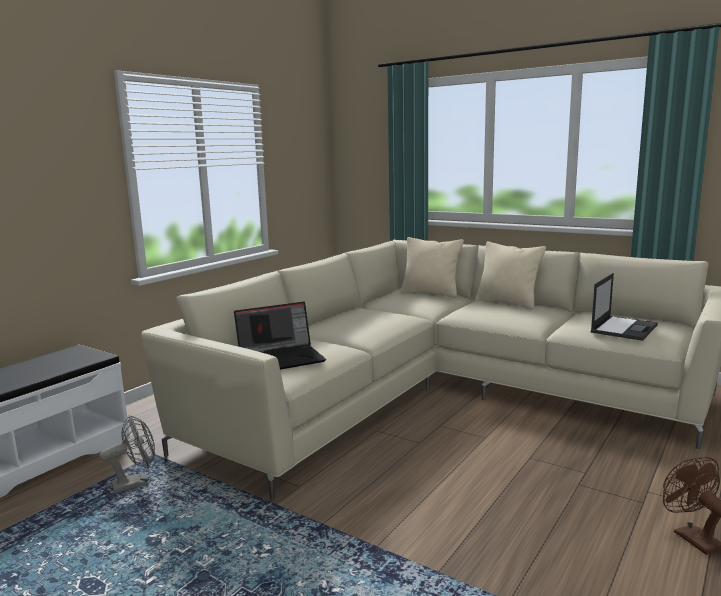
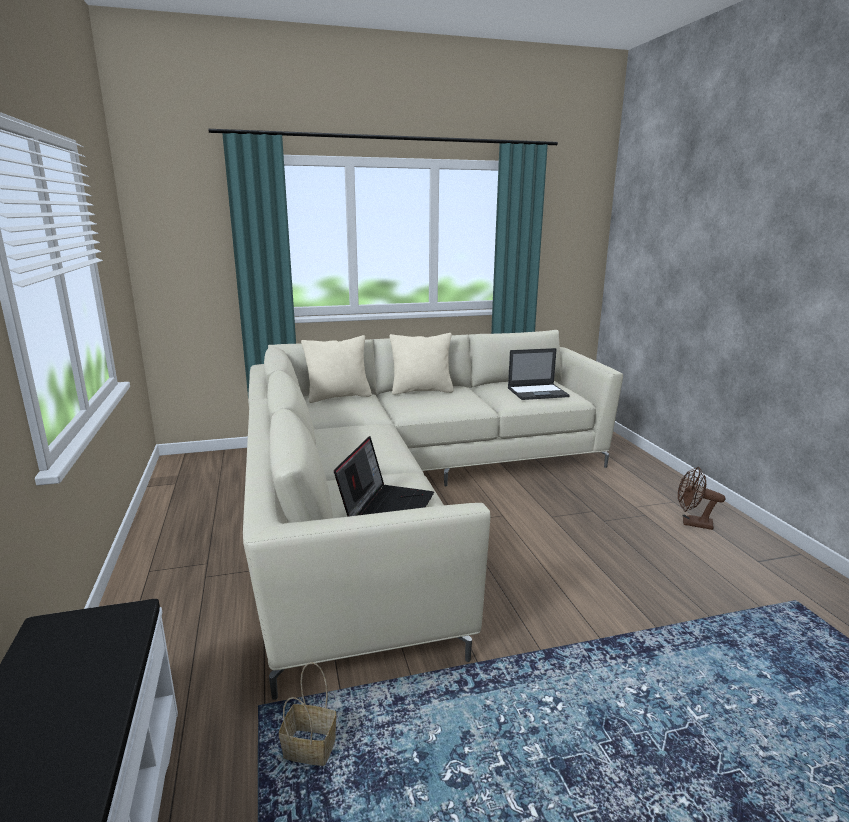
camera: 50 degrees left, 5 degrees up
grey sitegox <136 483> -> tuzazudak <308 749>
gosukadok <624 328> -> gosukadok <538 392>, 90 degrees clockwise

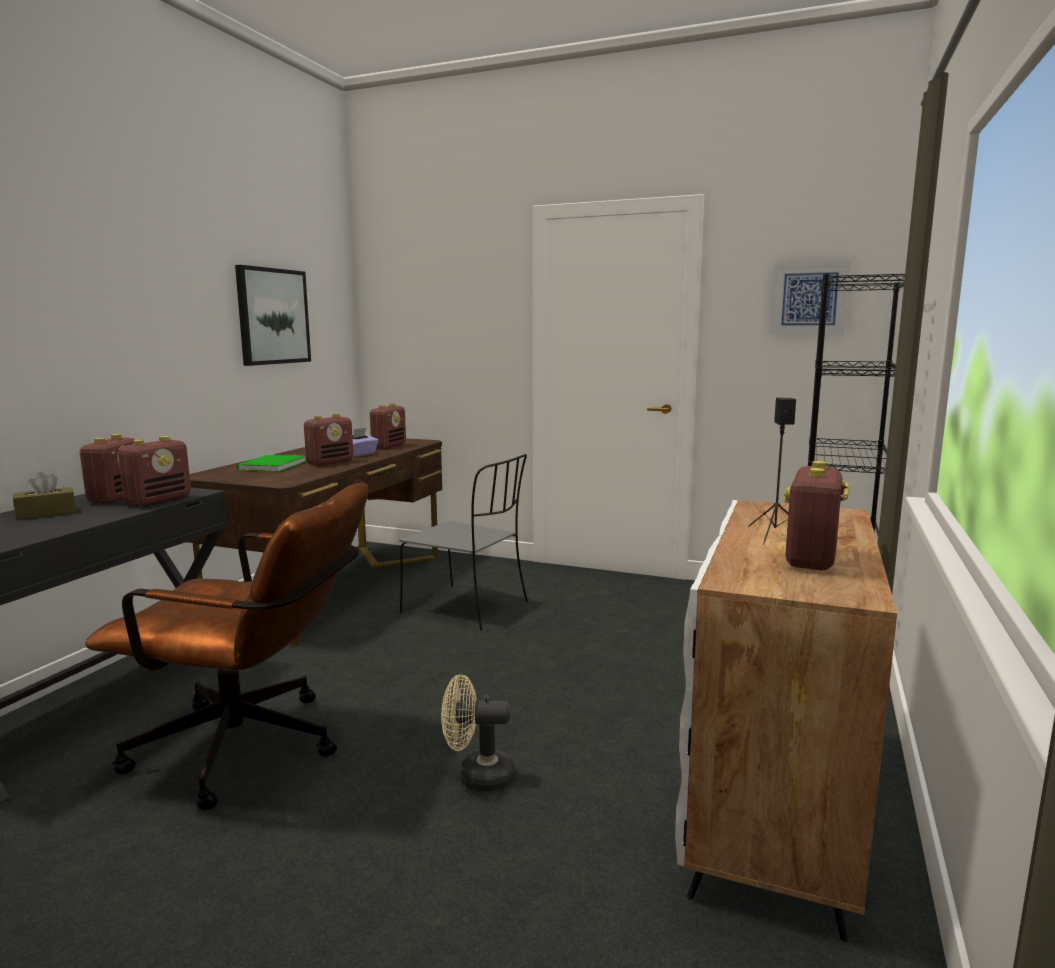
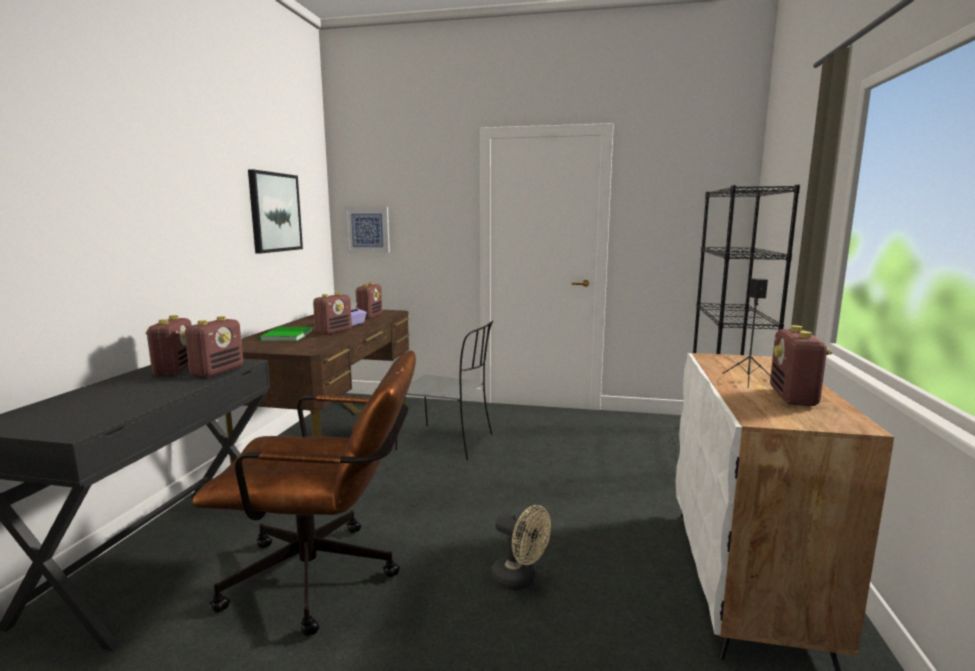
camera: 10 degrees left, 0 degrees up
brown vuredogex <46 513> -> none
beige sitegox <477 776> -> beige sitegox <520 580>, 135 degrees counterclockwise
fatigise <809 299> -> fatigise <368 230>, moved

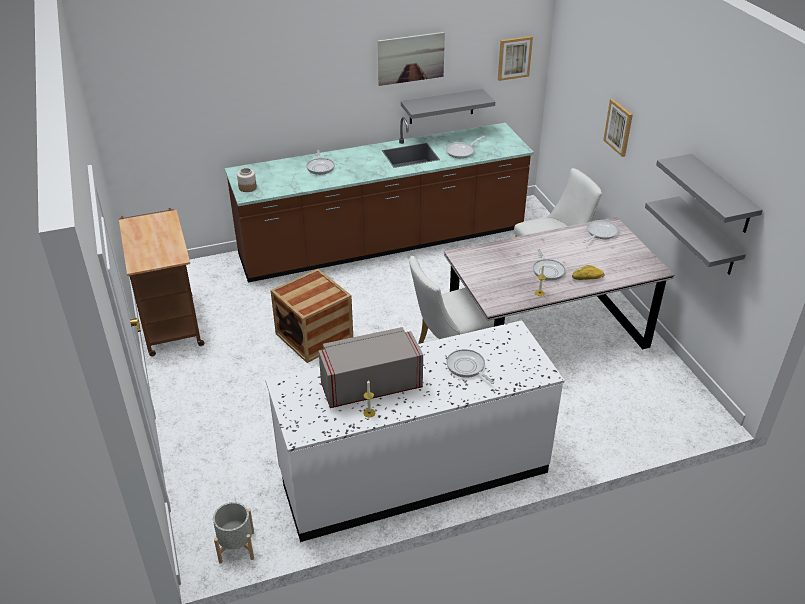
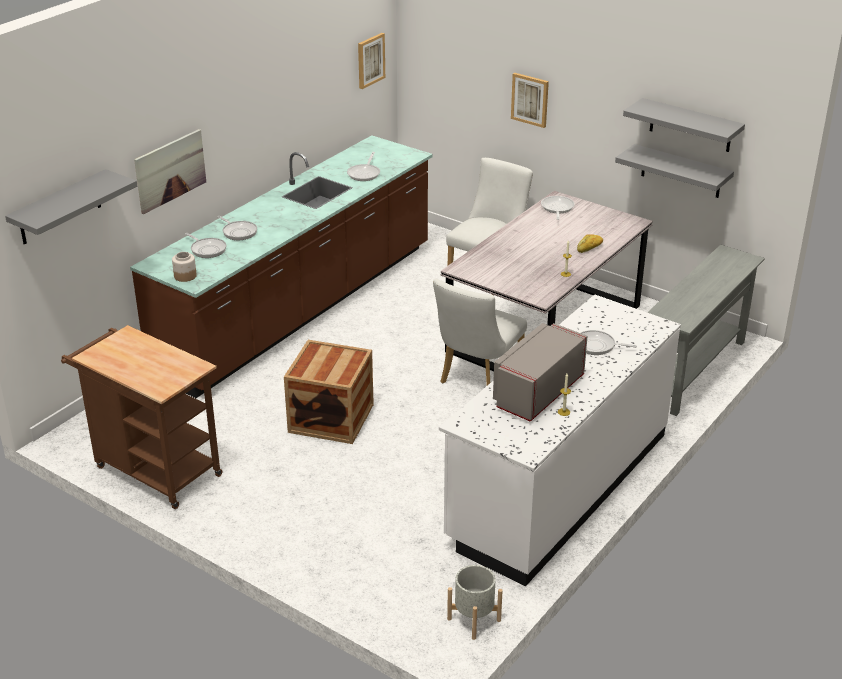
camera: 35 degrees left, 5 degrees down
fatigise <411 58> -> fatigise <170 170>, moved
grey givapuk <441 106> -> grey givapuk <59 208>, moved
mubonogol <547 270> -> mubonogol <207 249>, moved
none -> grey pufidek <694 371>

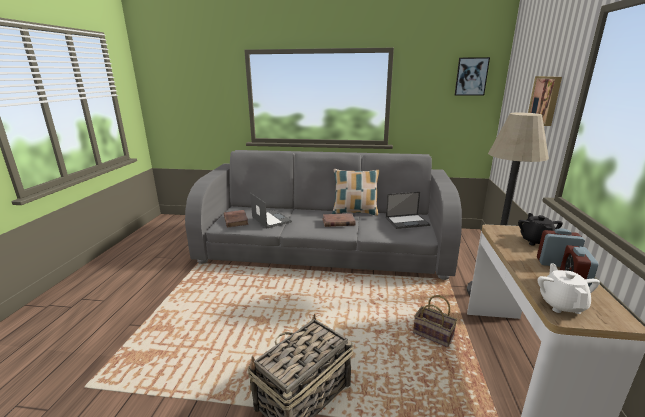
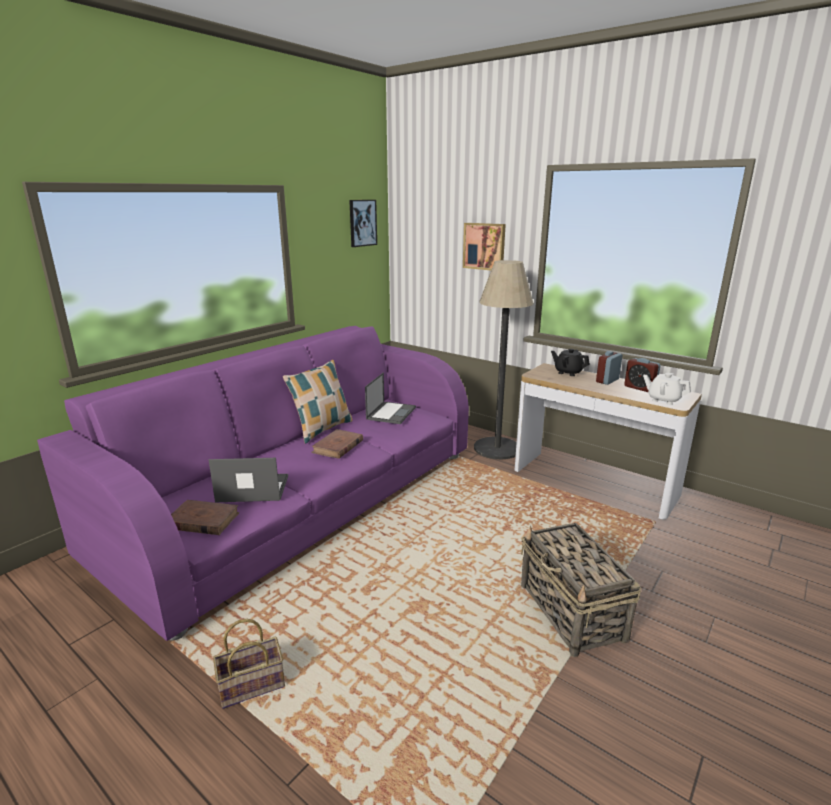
camera: 60 degrees left, 0 degrees up
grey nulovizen <324 247> -> purple nulovizen <300 500>
tuzazudak <434 335> -> tuzazudak <253 684>, moved

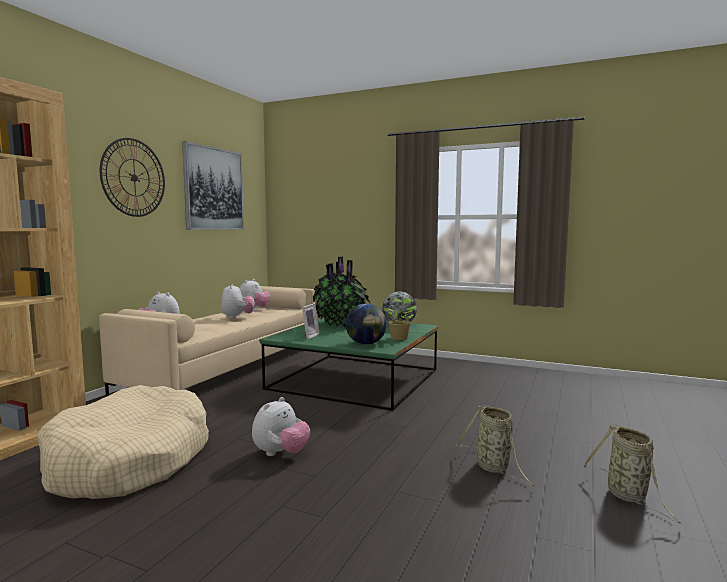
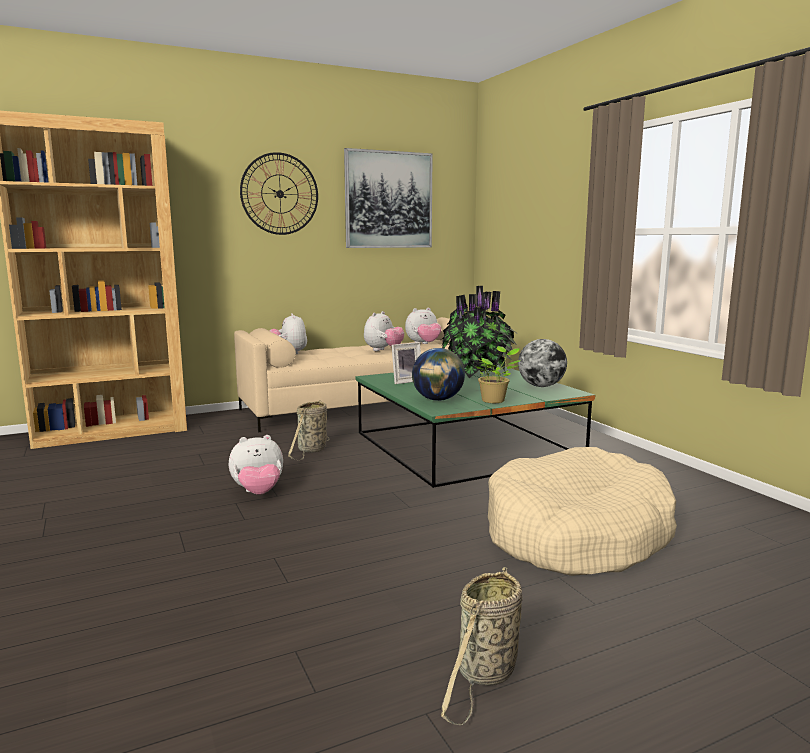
camera: 40 degrees right, 5 degrees up
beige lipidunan <129 460> -> beige lipidunan <576 534>, moved
tuzazudak <494 468> -> tuzazudak <311 450>, moved

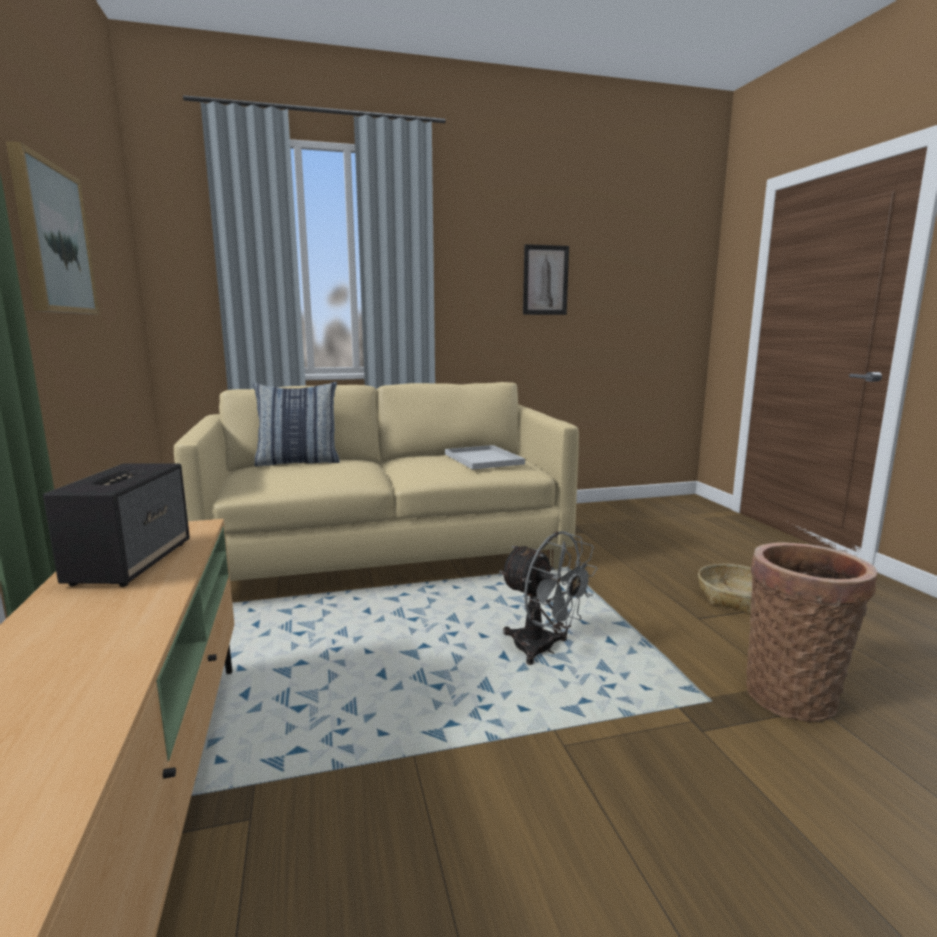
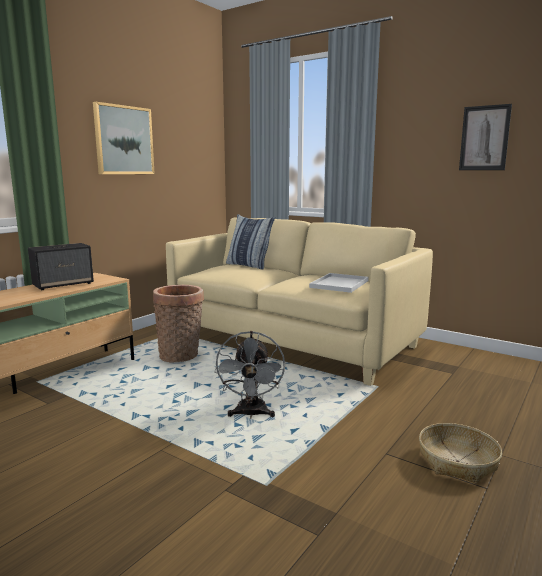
camera: 50 degrees right, 0 degrees up
tuzazudak <793 693> -> tuzazudak <181 355>, moved

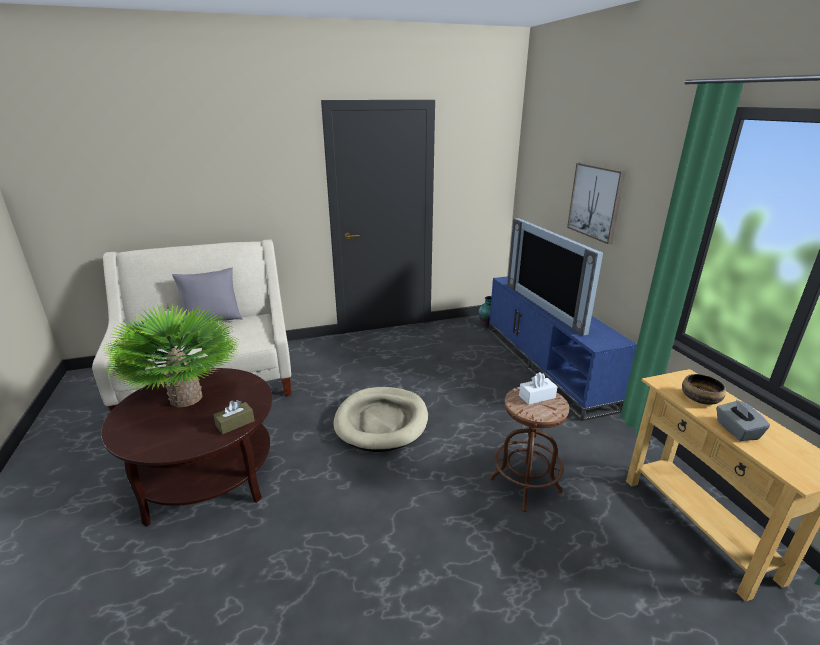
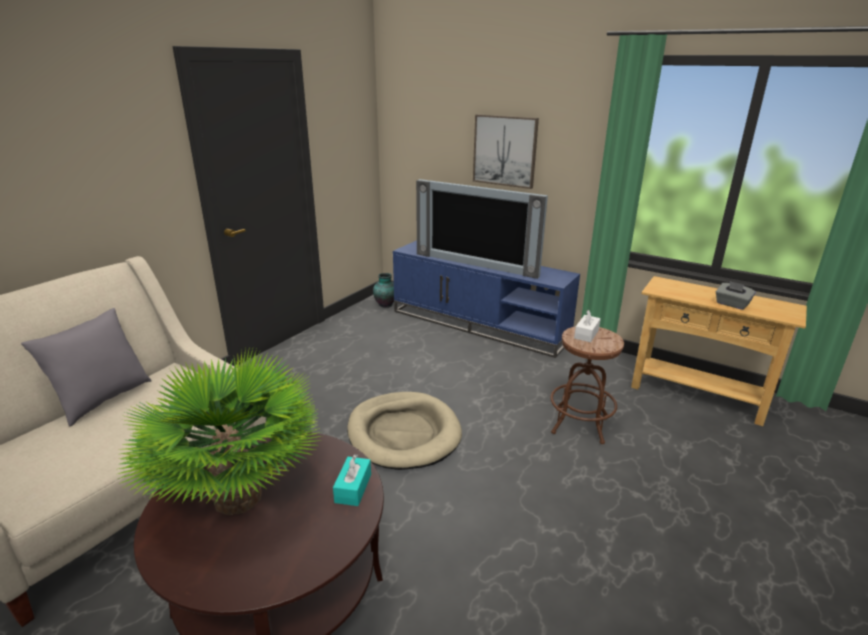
camera: 40 degrees left, 0 degrees up
brown vuredogex <235 423> -> turquoise vuredogex <353 488>
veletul <699 398> -> none

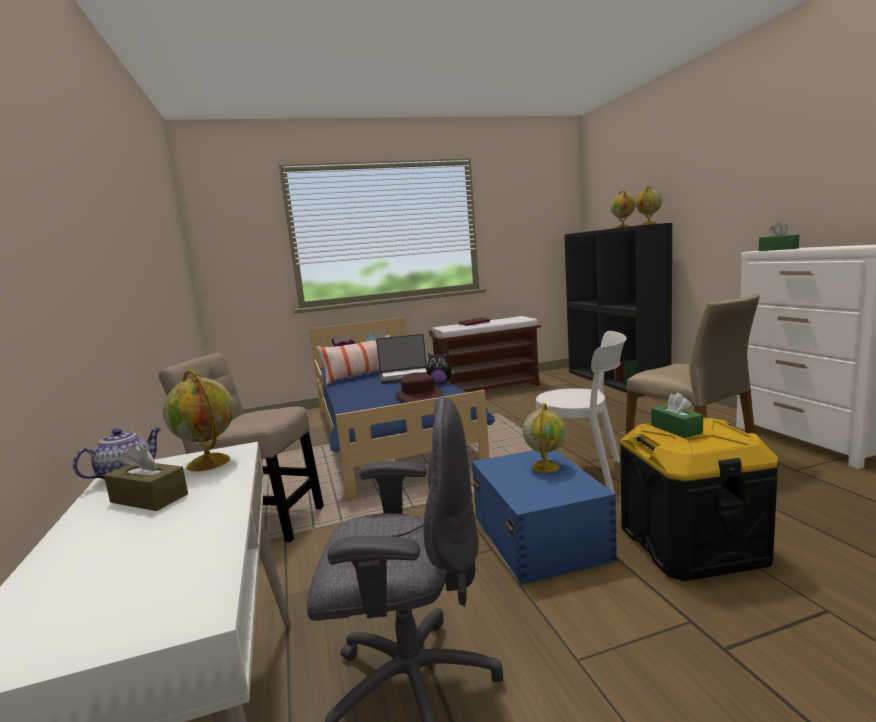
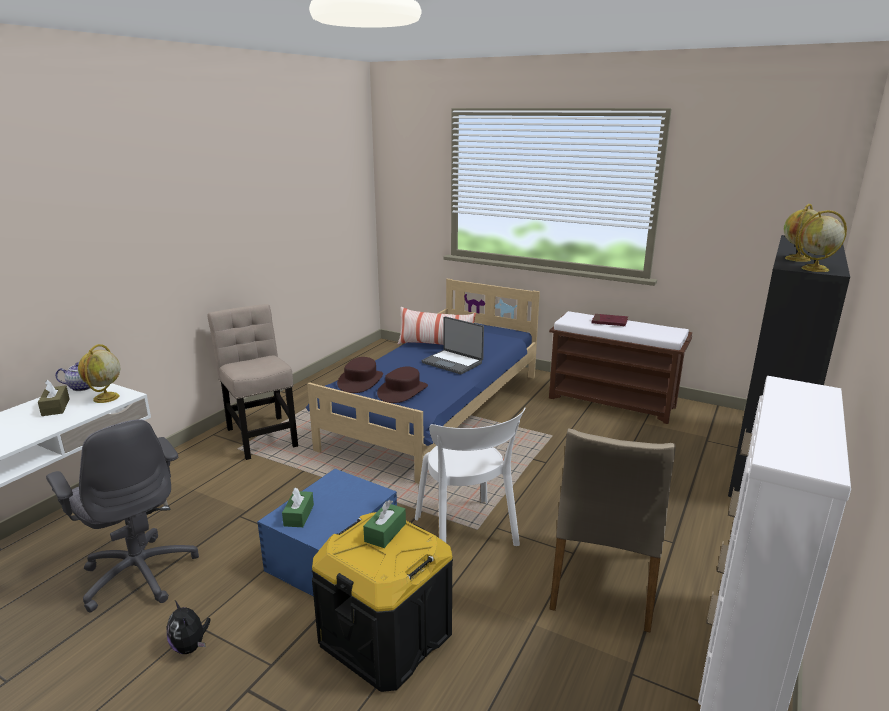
camera: 45 degrees right, 10 degrees up
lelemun <440 383> -> lelemun <191 646>, moved
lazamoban <545 466> -> none
green vuredogex <778 249> -> green vuredogex <299 515>, moved
none -> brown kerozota <361 381>

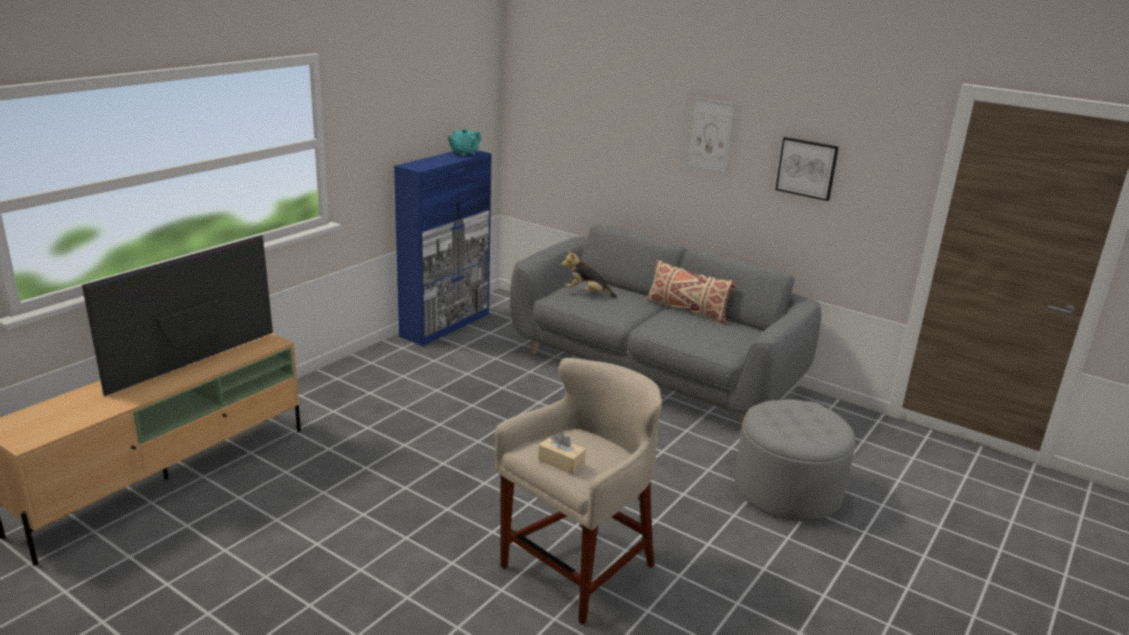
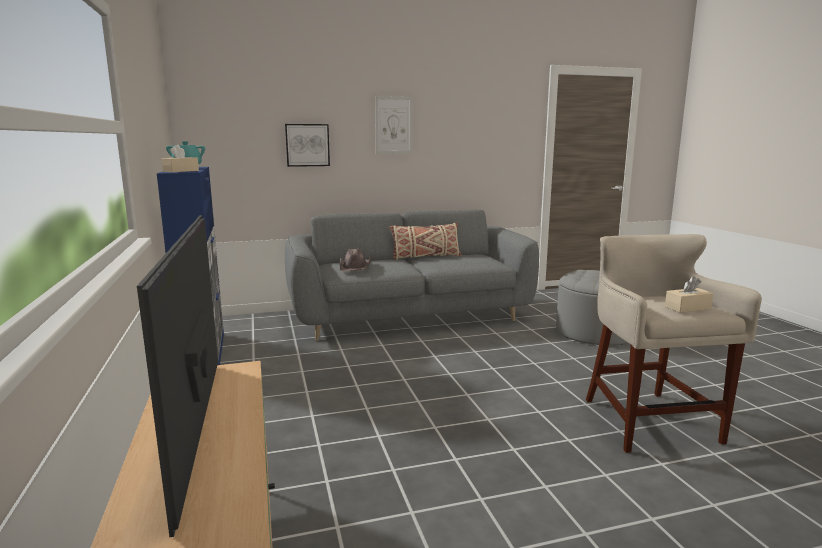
camera: 50 degrees left, 10 degrees down
lelemun <587 293> -> brown kerozota <355 266>
fatigise <807 168> -> fatigise <307 145>, moved
none -> beige vuredogex <181 171>

